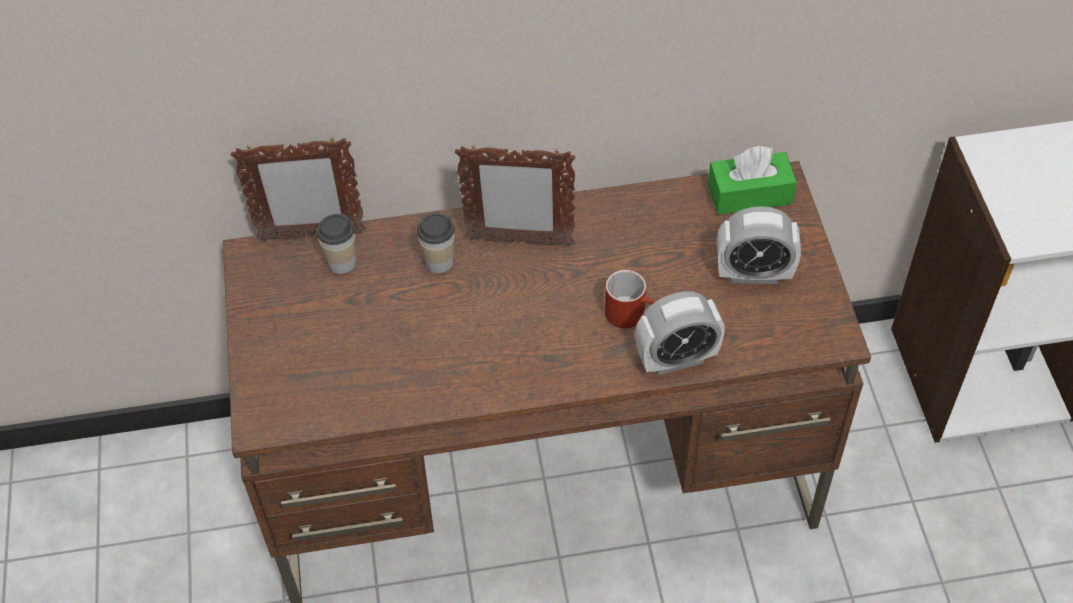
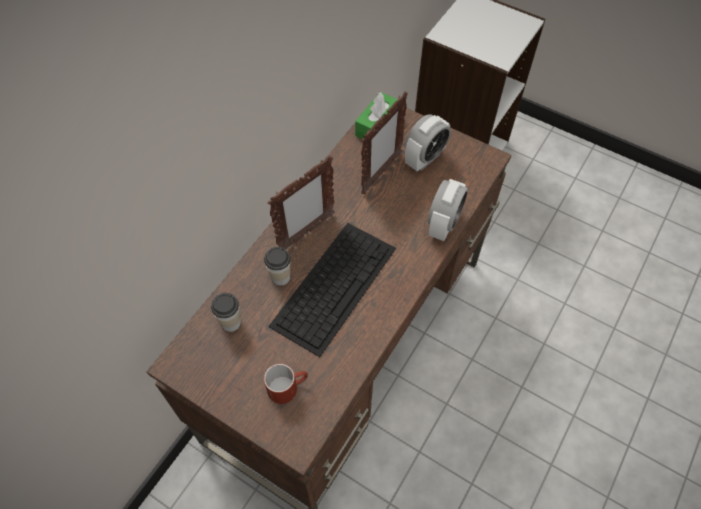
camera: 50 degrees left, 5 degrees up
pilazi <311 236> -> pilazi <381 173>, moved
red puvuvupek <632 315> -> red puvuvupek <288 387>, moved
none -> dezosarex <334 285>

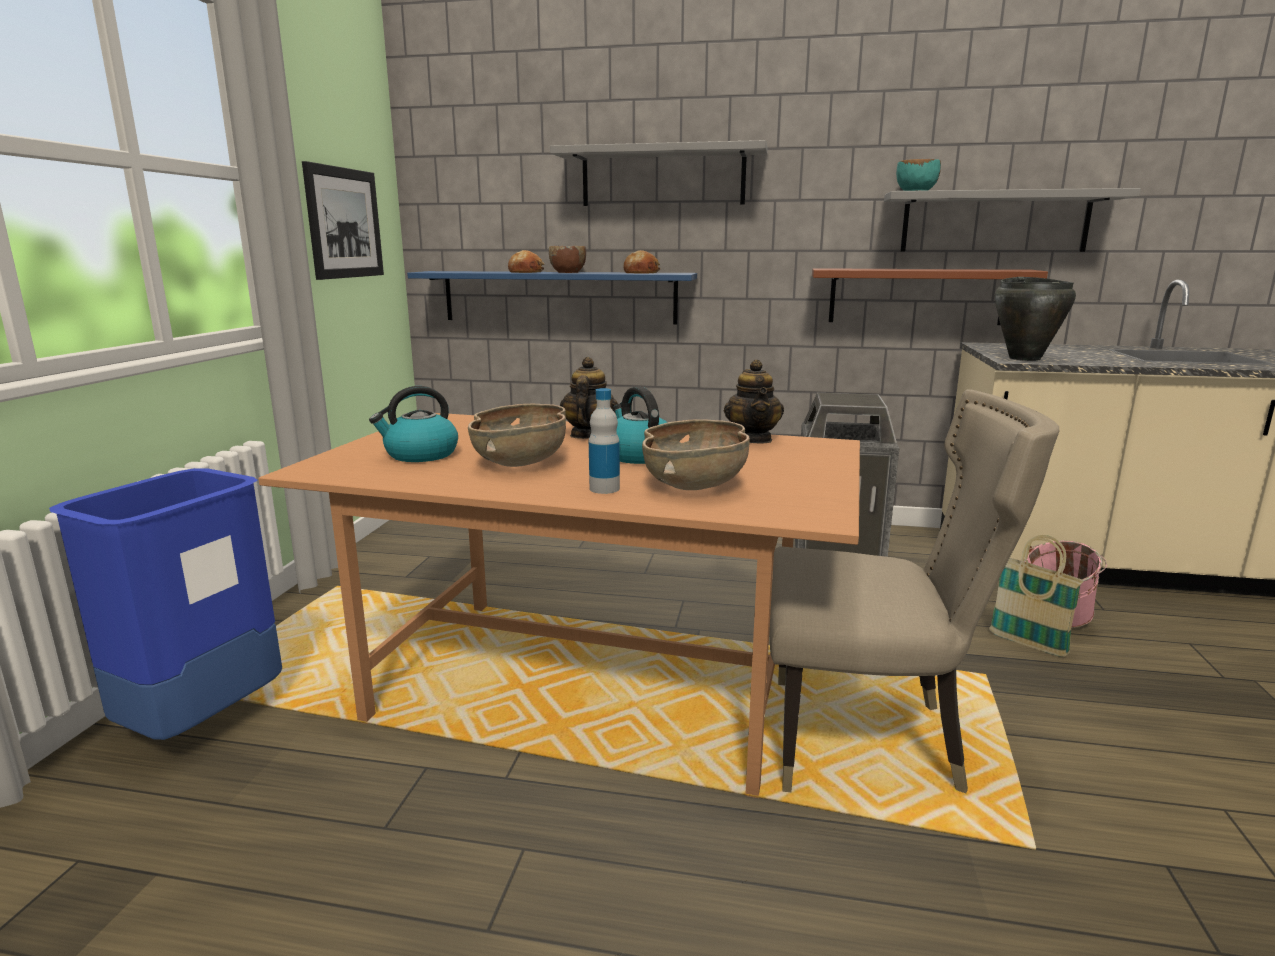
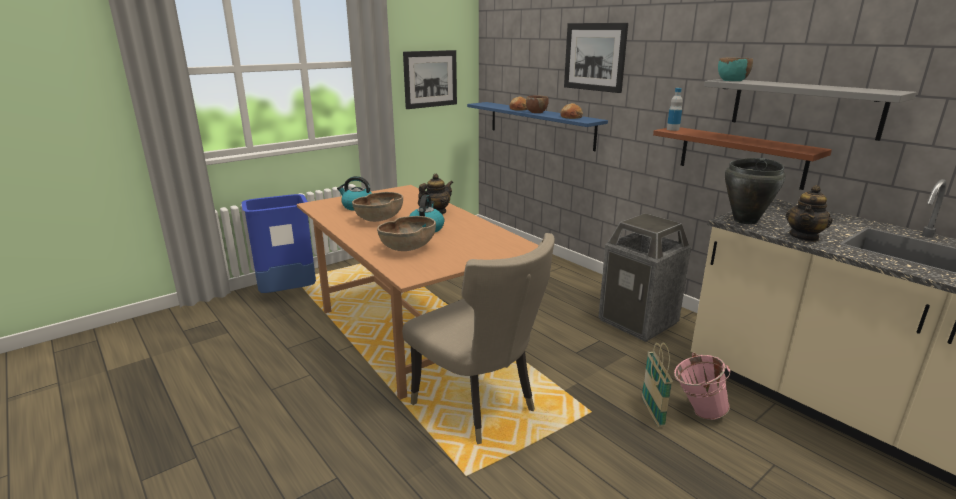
camera: 40 degrees right, 5 degrees up
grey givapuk <663 177> -> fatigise <594 57>
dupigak <604 488> -> dupigak <673 129>, moved
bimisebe <752 439> -> bimisebe <804 237>, moved

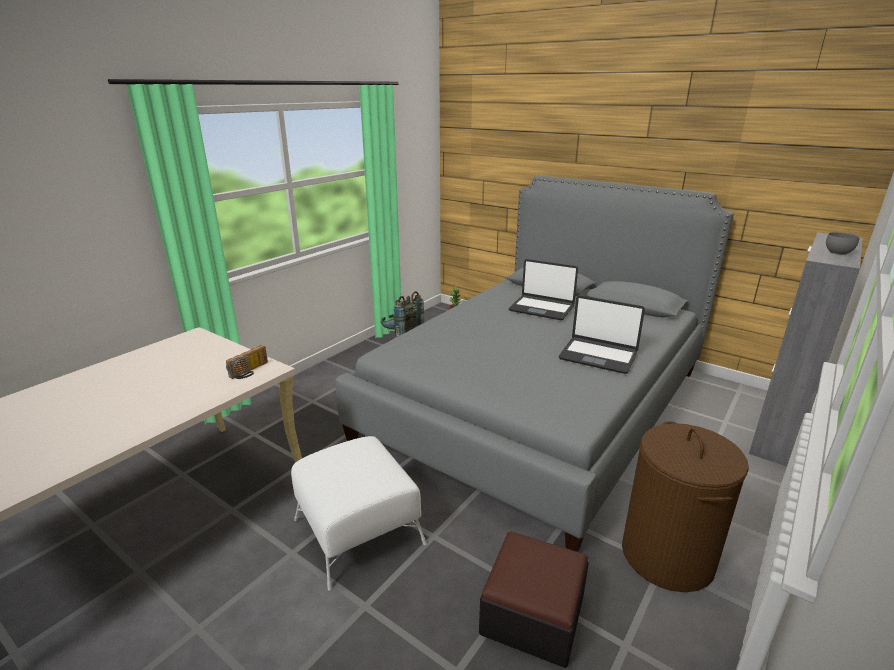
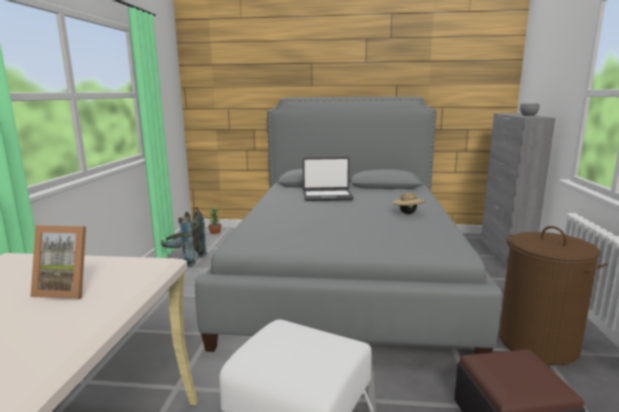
camera: 30 degrees left, 10 degrees down
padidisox <250 371> -> none
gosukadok <598 356> -> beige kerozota <408 213>
none -> pilazi <68 289>

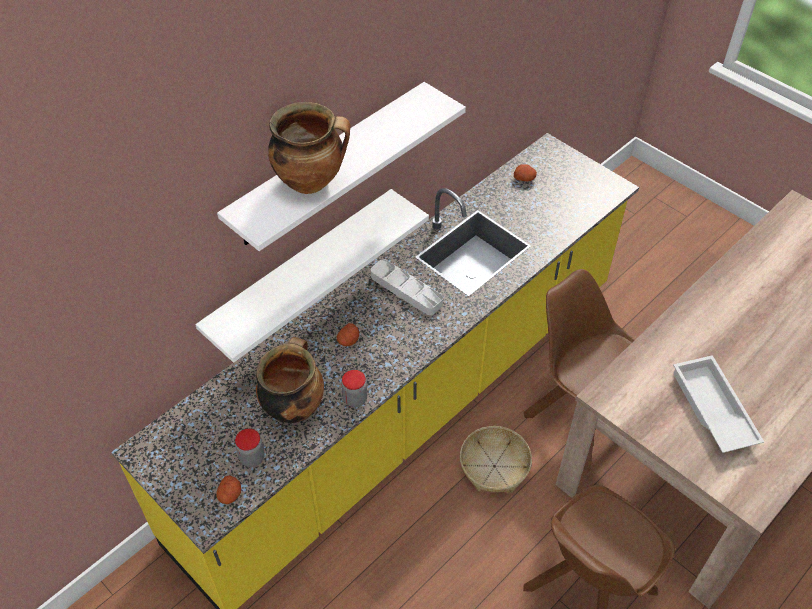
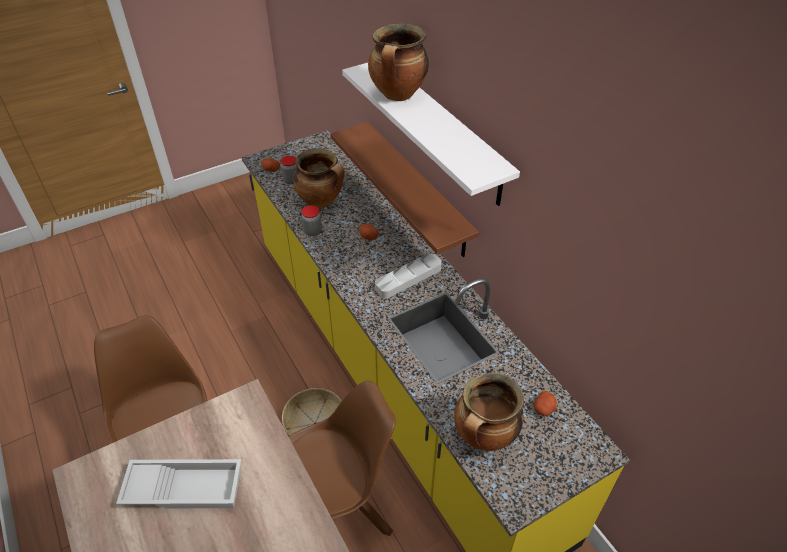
camera: 105 degrees right, 5 degrees down
white givapuk <301 270> -> brown givapuk <417 189>
none -> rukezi <484 437>

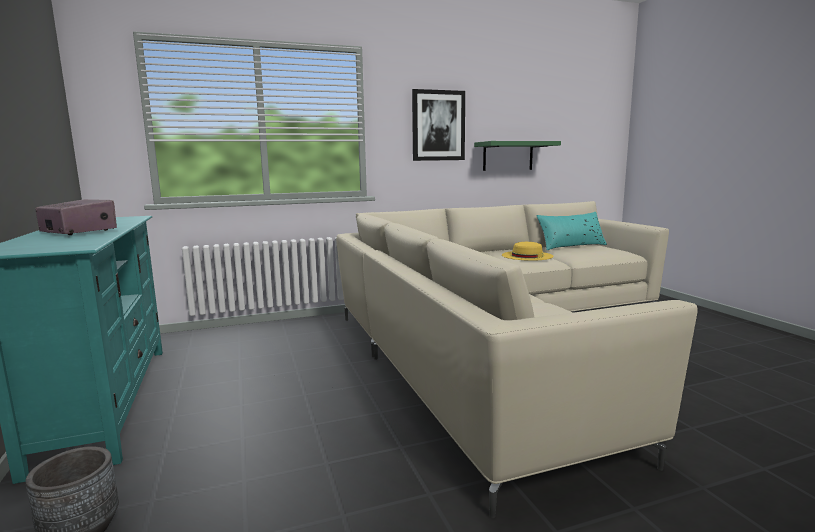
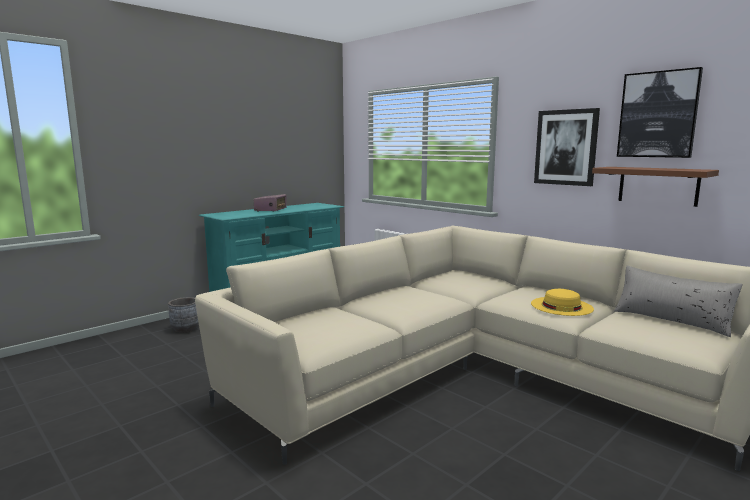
camera: 65 degrees right, 0 degrees up
green givapuk <508 156> -> brown givapuk <658 185>
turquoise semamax <571 246> -> grey semamax <671 320>
none -> fatigise <658 114>

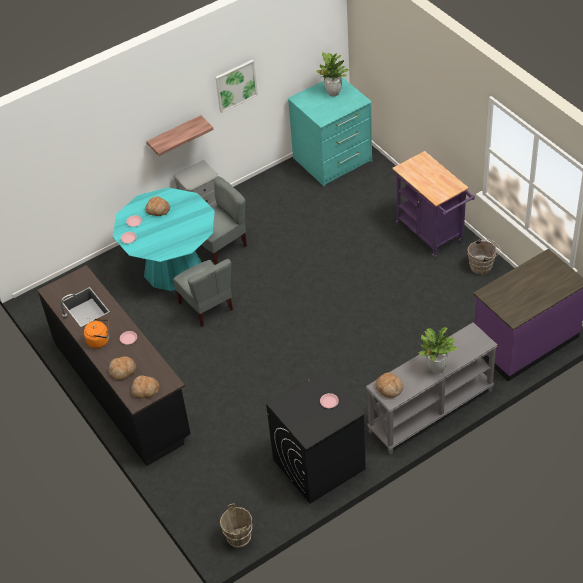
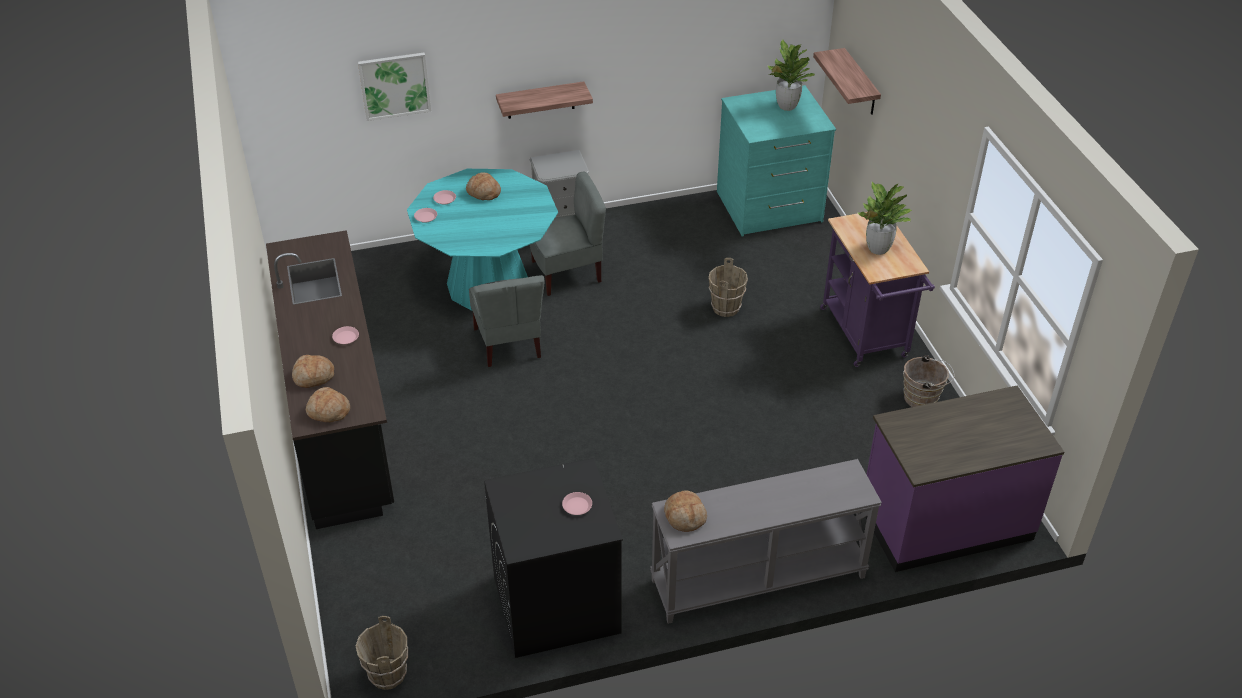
camera: 15 degrees right, 5 degrees down
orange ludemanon <100 340> -> none
fatigise <236 85> -> fatigise <395 85>, moved
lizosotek <436 368> -> lizosotek <877 249>, moved
none -> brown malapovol <726 308>
none -> givapuk <860 83>

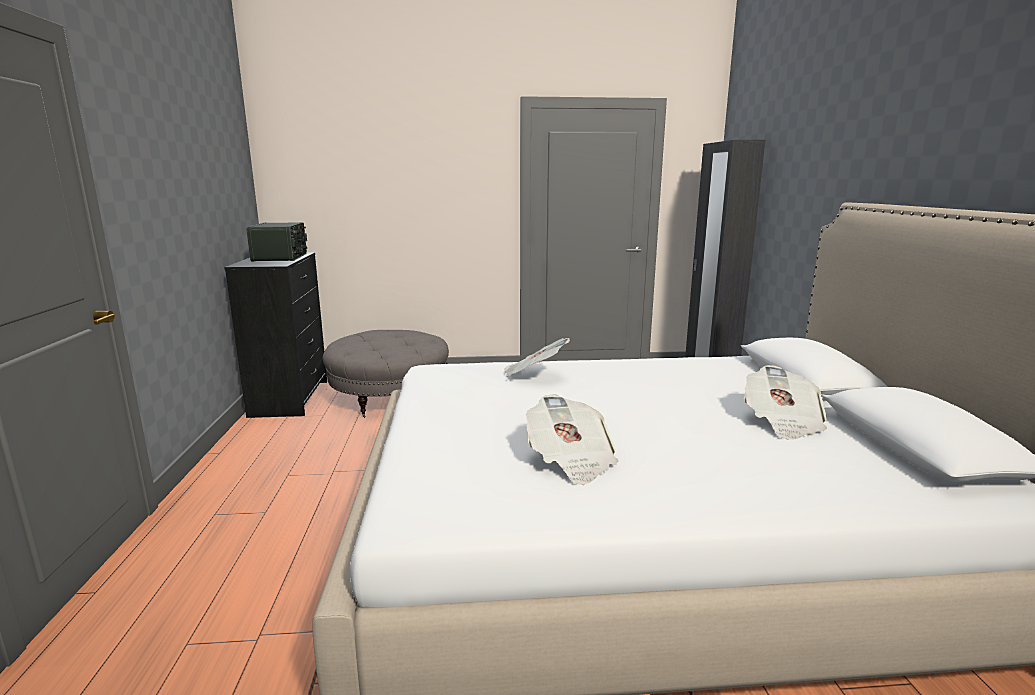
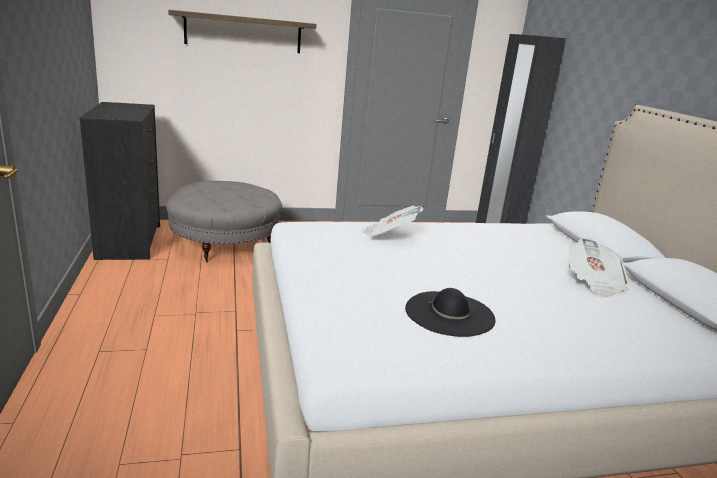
camera: 10 degrees left, 5 degrees up
padidisox <281 257> -> none
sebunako <570 461> -> black kerozota <450 313>
none -> givapuk <243 32>

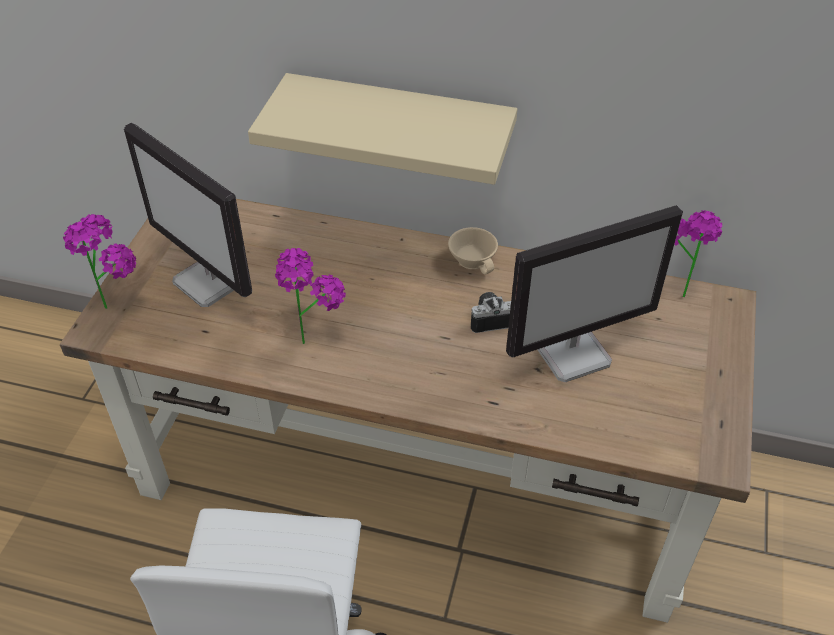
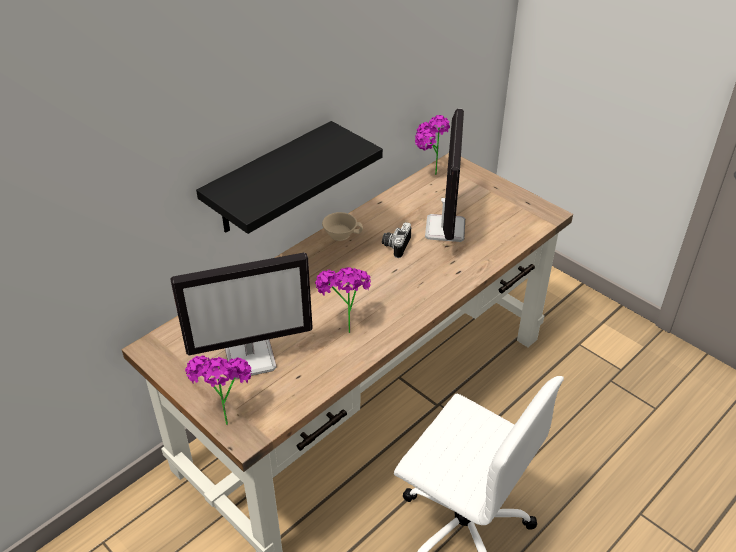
camera: 60 degrees left, 5 degrees down
beige givapuk <399 126> -> black givapuk <269 179>

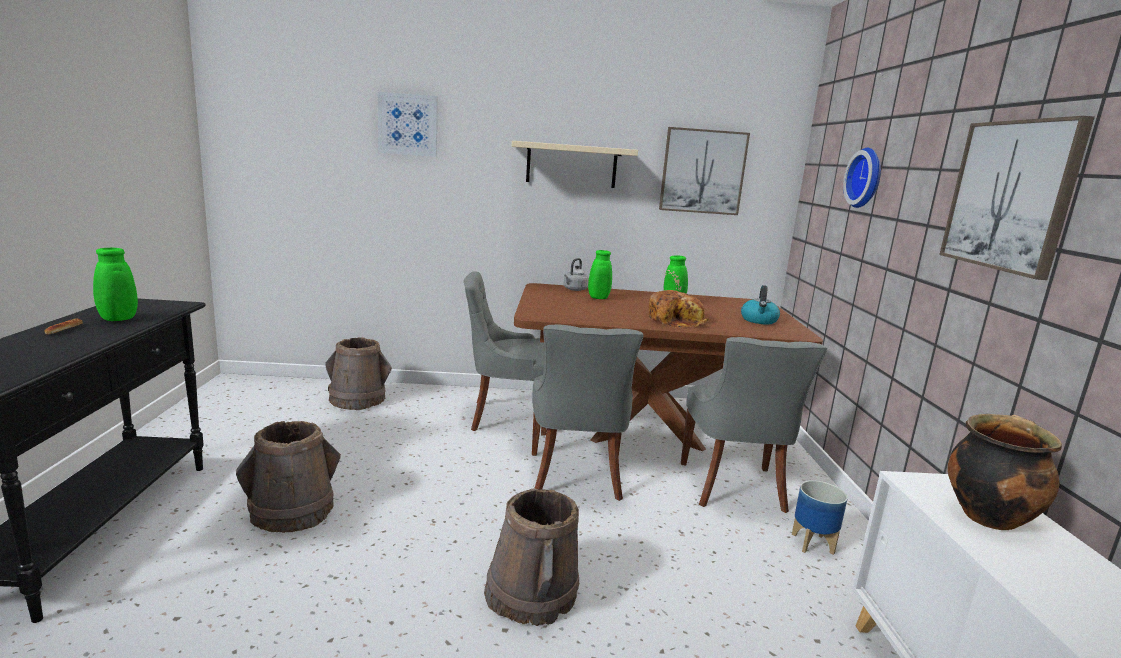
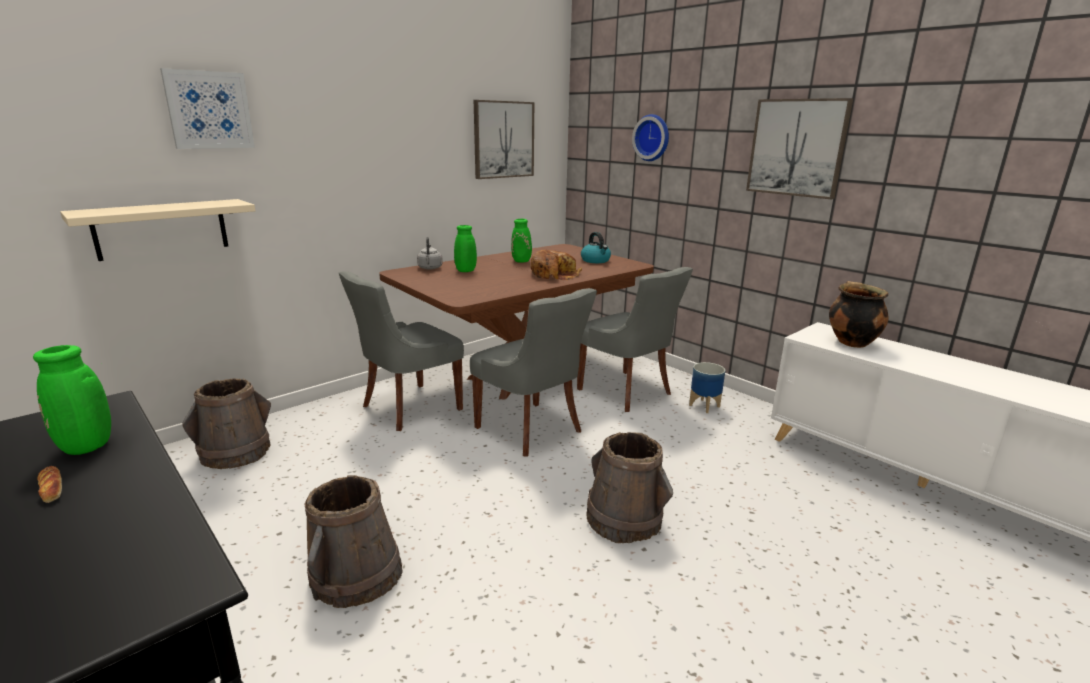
camera: 40 degrees left, 5 degrees up
beige givapuk <571 165> -> beige givapuk <161 229>, moved

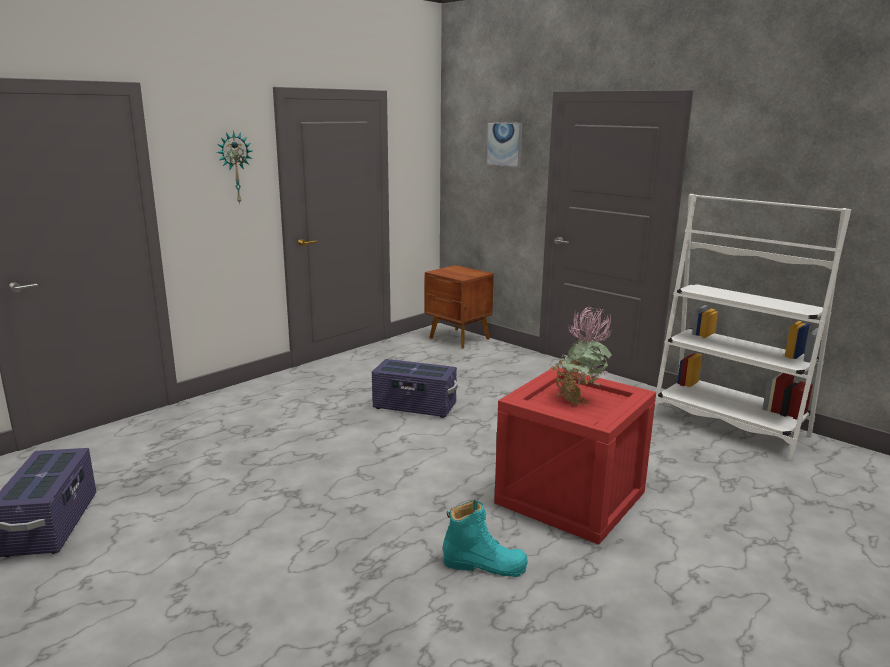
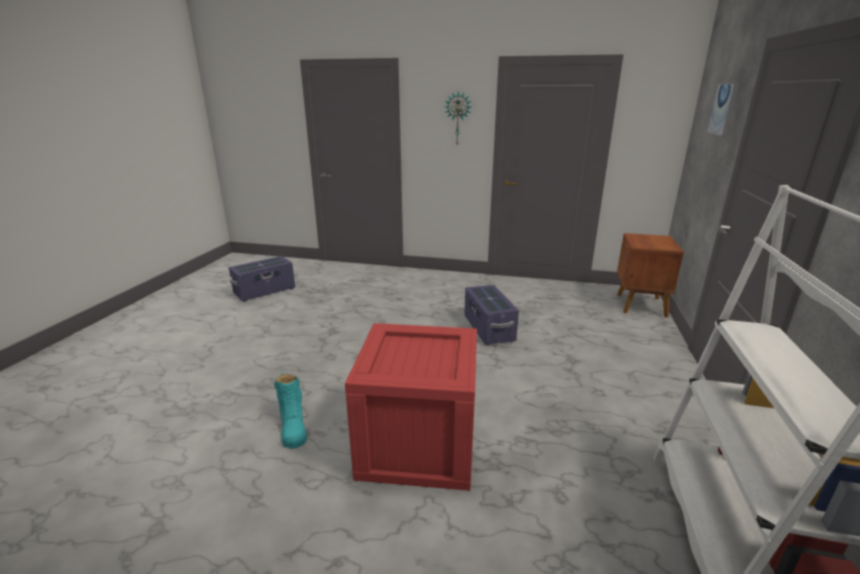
camera: 60 degrees right, 5 degrees up
lizosotek <578 399> -> none

